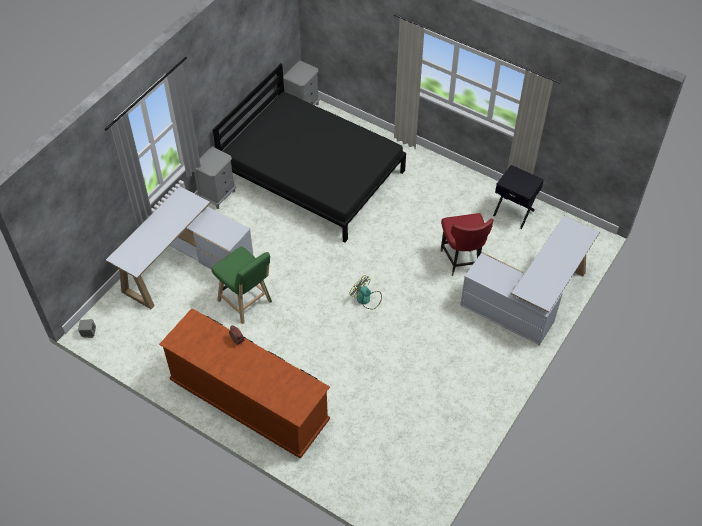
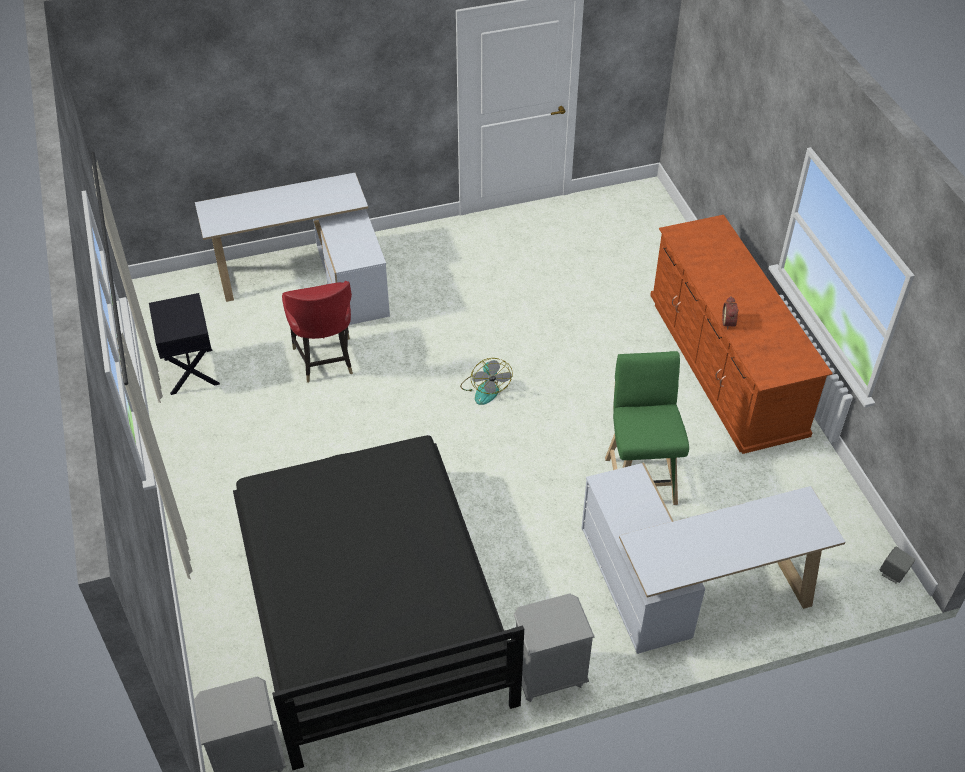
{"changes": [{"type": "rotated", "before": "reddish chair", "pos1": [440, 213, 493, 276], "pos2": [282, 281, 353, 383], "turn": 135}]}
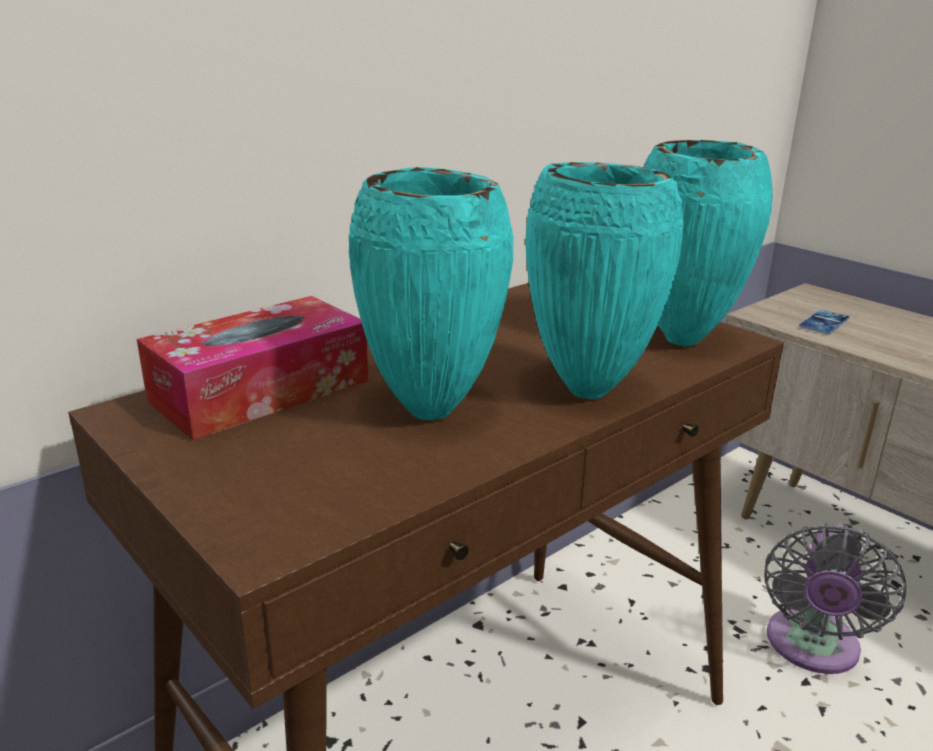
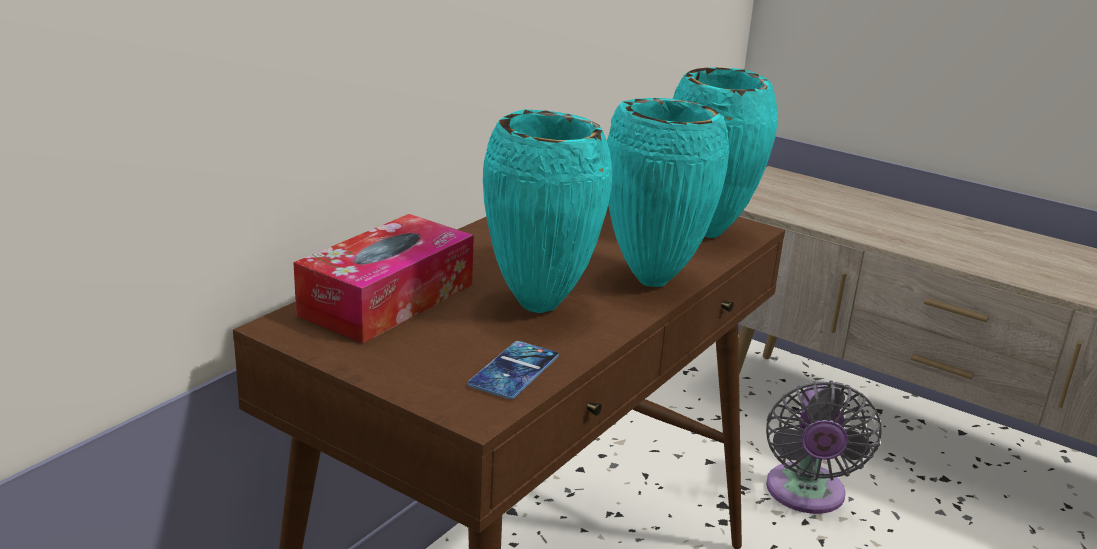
{"changes": [{"type": "shifted", "before": "telephone", "pos1": [799, 310, 850, 334], "pos2": [468, 341, 559, 399]}]}
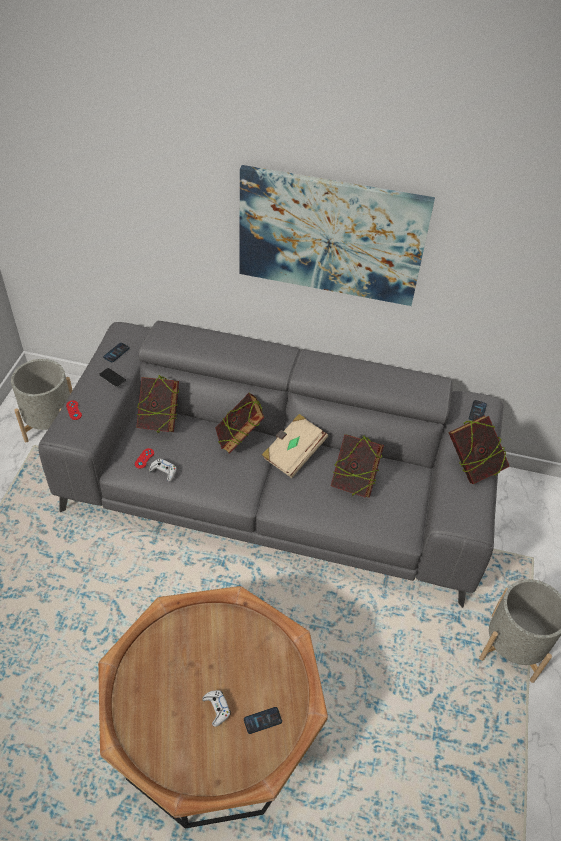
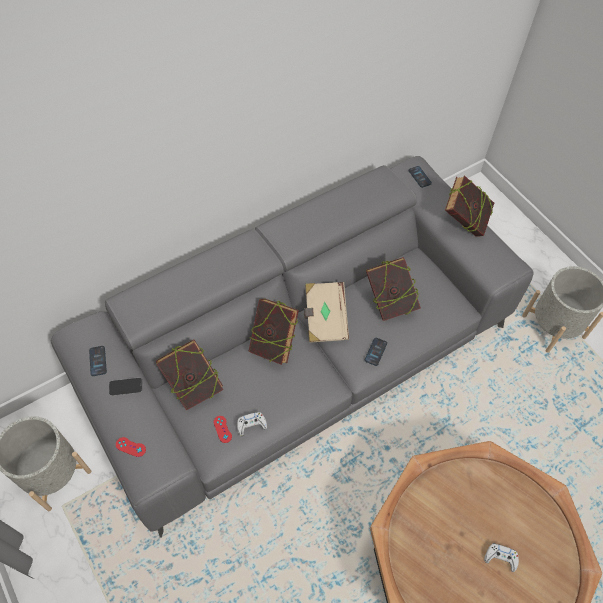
{"changes": [{"type": "gone", "before": "picture", "pos1": [240, 165, 435, 306]}, {"type": "shifted", "before": "telephone", "pos1": [244, 707, 282, 734], "pos2": [365, 338, 387, 366]}]}
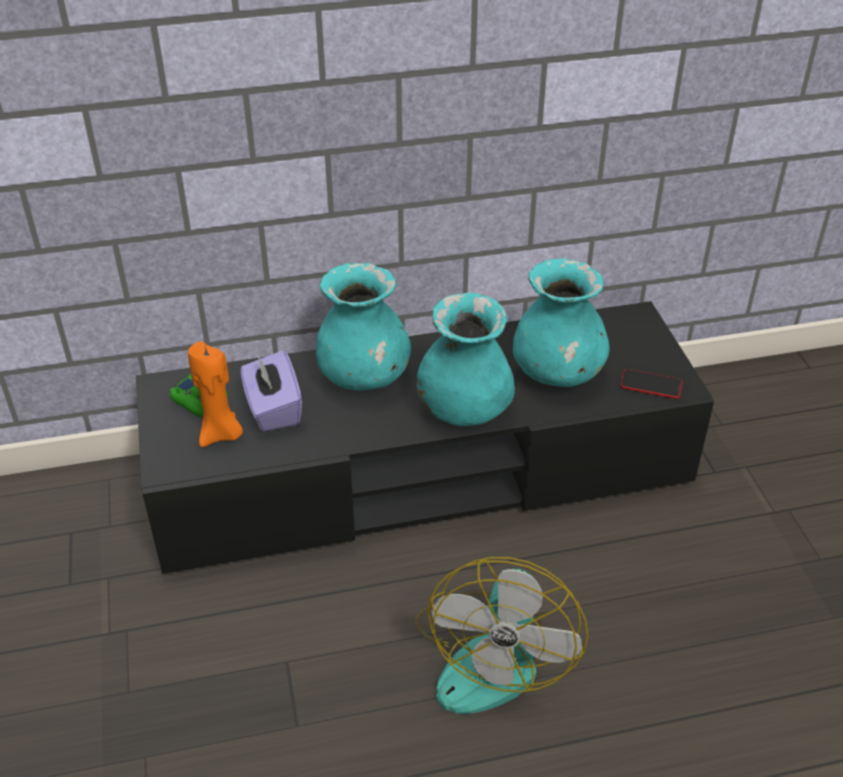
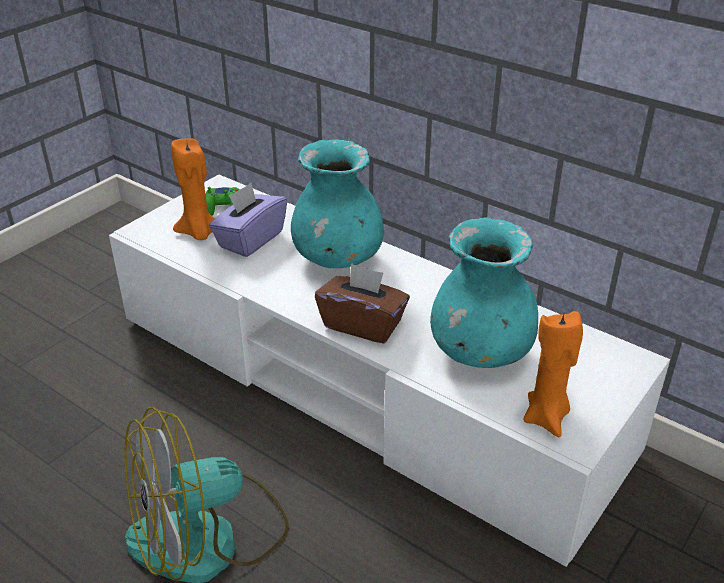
{"changes": [{"type": "repainted", "before": "black-coloured tv stand", "after": "white tv stand", "pos1": [136, 301, 714, 574], "pos2": [109, 174, 670, 567]}, {"type": "swapped", "before": "turquoise decorative vase", "after": "brown box of tissues", "pos1": [417, 293, 515, 426], "pos2": [315, 263, 410, 343]}, {"type": "swapped", "before": "telephone", "after": "orangey candle", "pos1": [620, 369, 683, 399], "pos2": [523, 311, 583, 437]}]}
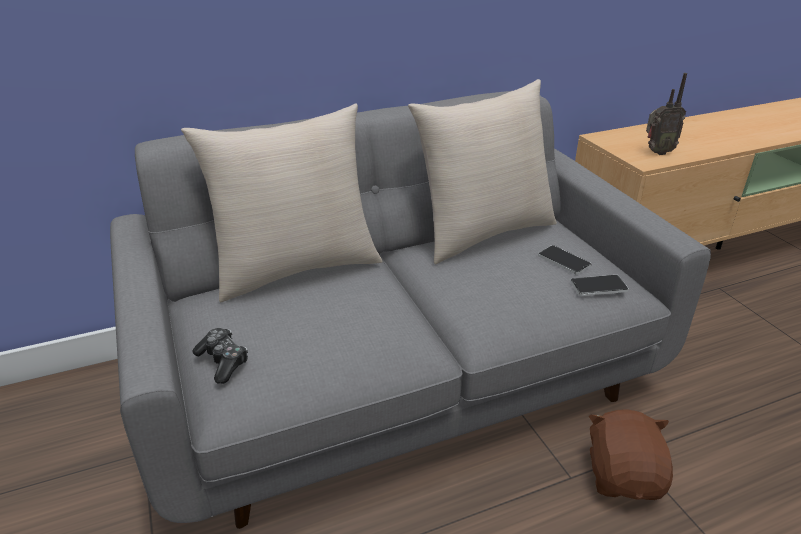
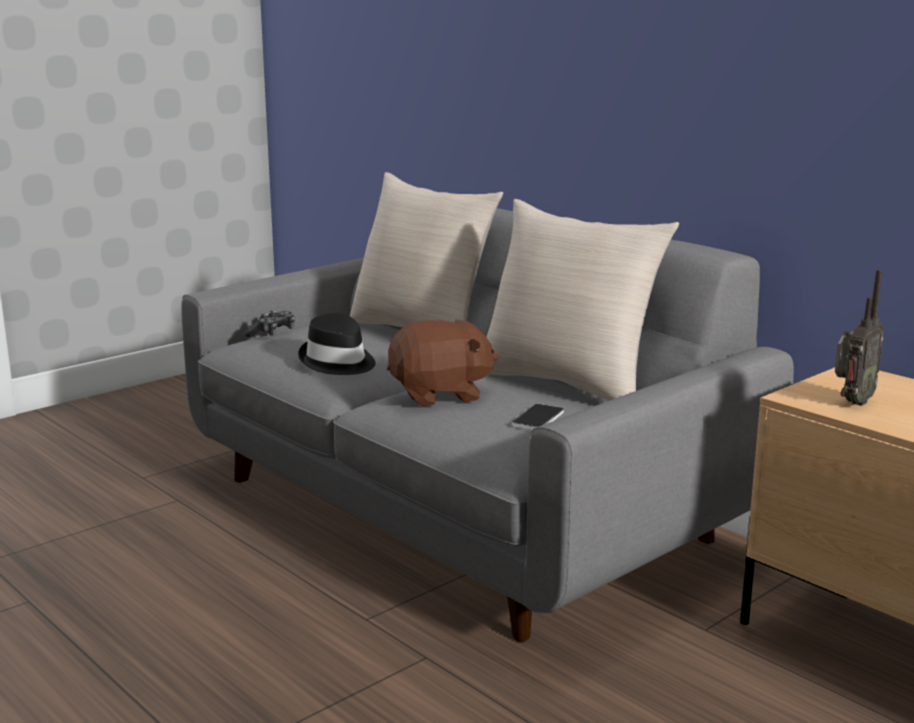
{"changes": [{"type": "gone", "before": "telephone", "pos1": [570, 275, 629, 296]}, {"type": "shifted", "before": "brown plush toy", "pos1": [589, 409, 673, 500], "pos2": [387, 319, 498, 406]}, {"type": "rotated", "before": "radio receiver", "pos1": [646, 73, 687, 155], "pos2": [835, 270, 884, 406], "turn": -105}, {"type": "new", "after": "black-coloured hat", "pos2": [298, 313, 376, 375]}]}
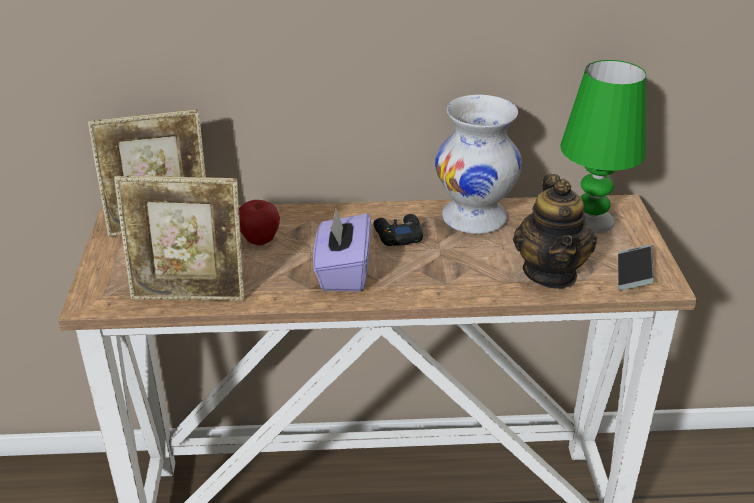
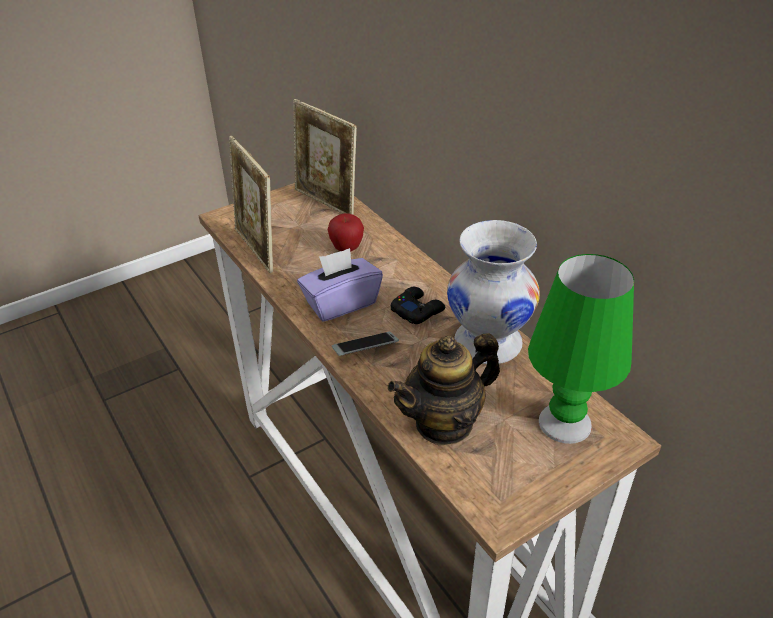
{"changes": [{"type": "shifted", "before": "telephone", "pos1": [618, 244, 654, 290], "pos2": [332, 332, 399, 356]}]}
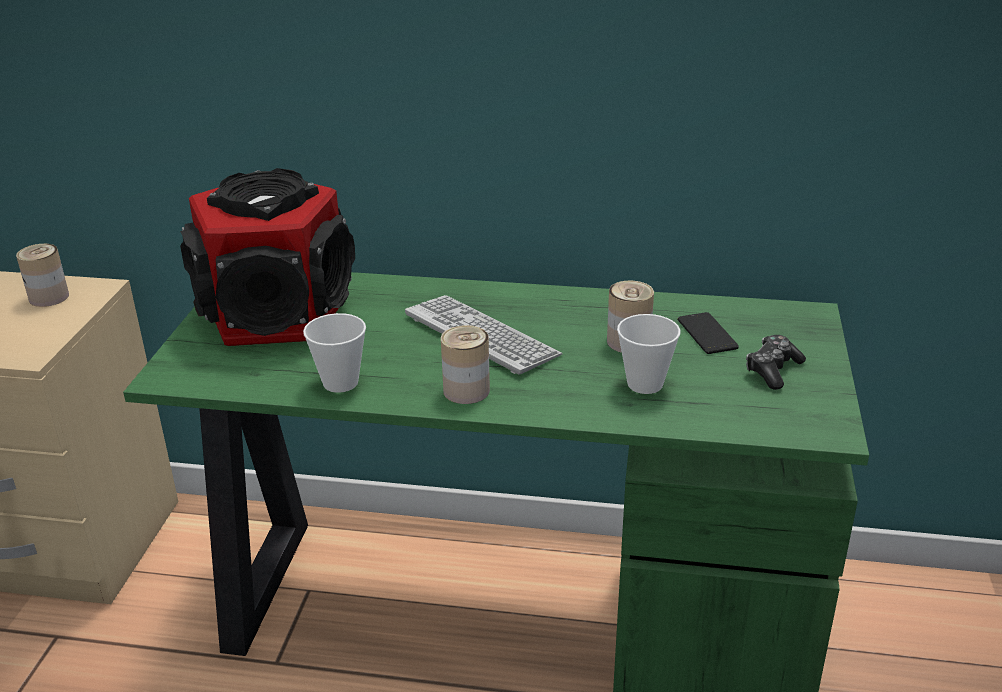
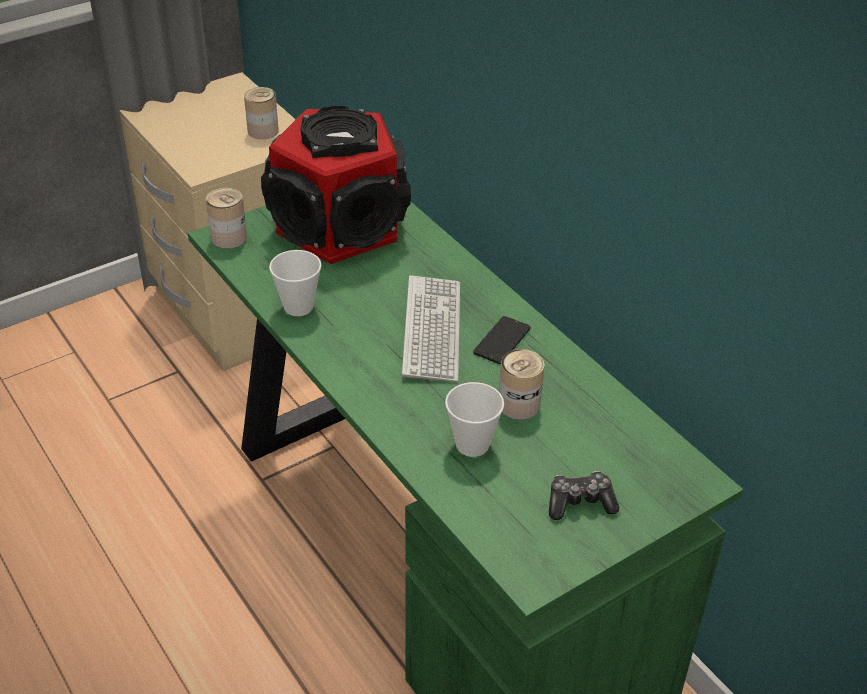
{"changes": [{"type": "shifted", "before": "can", "pos1": [441, 325, 490, 404], "pos2": [206, 188, 247, 249]}, {"type": "shifted", "before": "telephone", "pos1": [677, 312, 739, 354], "pos2": [473, 316, 531, 364]}]}
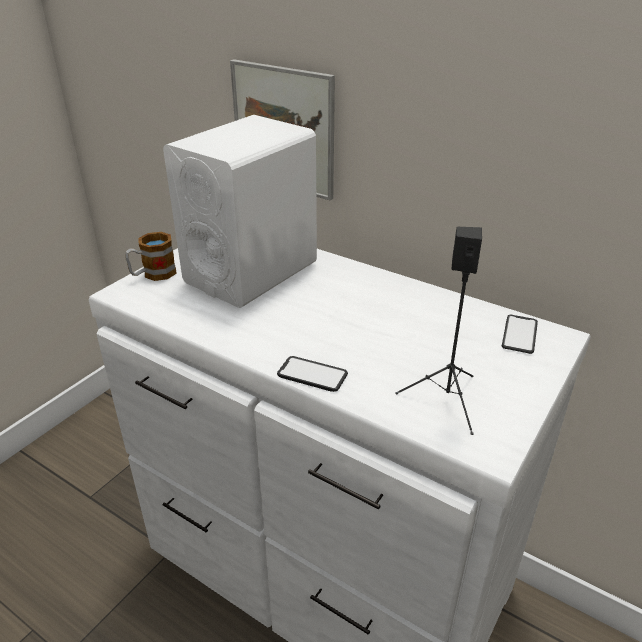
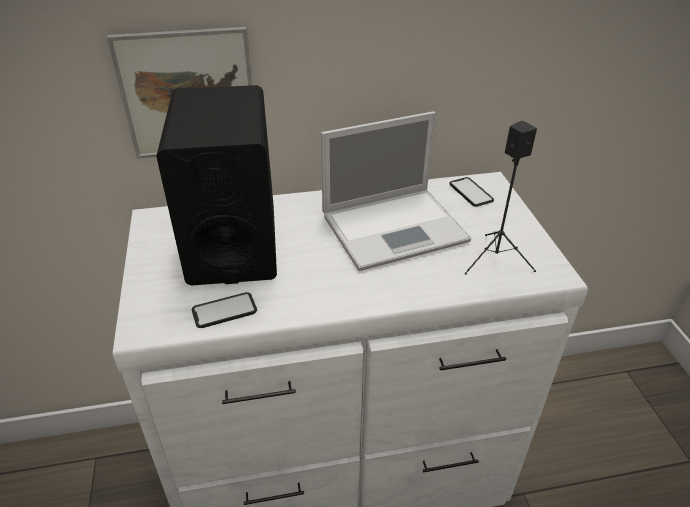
{"changes": [{"type": "gone", "before": "coffee mug", "pos1": [125, 232, 177, 281]}, {"type": "repainted", "before": "white loudspeaker", "after": "black-coloured loudspeaker", "pos1": [163, 115, 317, 308], "pos2": [156, 85, 277, 286]}, {"type": "shifted", "before": "telephone", "pos1": [277, 356, 348, 392], "pos2": [192, 292, 257, 328]}, {"type": "new", "after": "portable computer", "pos2": [321, 111, 472, 271]}]}
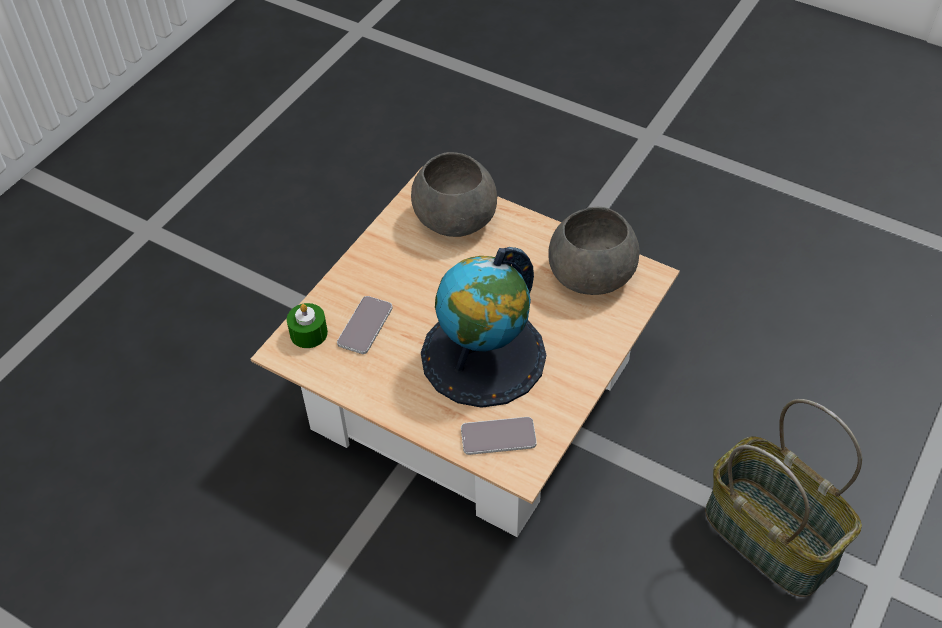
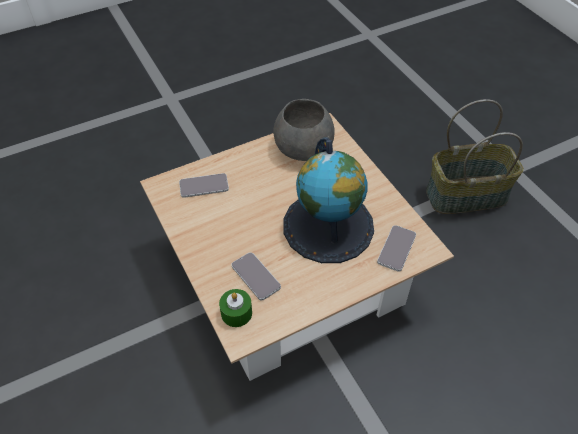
{"changes": [{"type": "swapped", "before": "greyish serving bowl", "after": "telephone", "pos1": [411, 152, 497, 237], "pos2": [179, 173, 229, 198]}]}
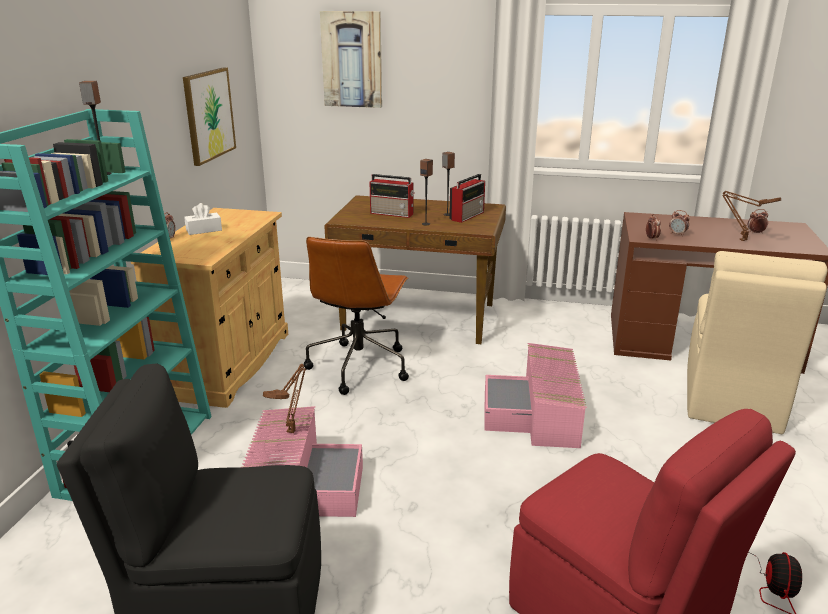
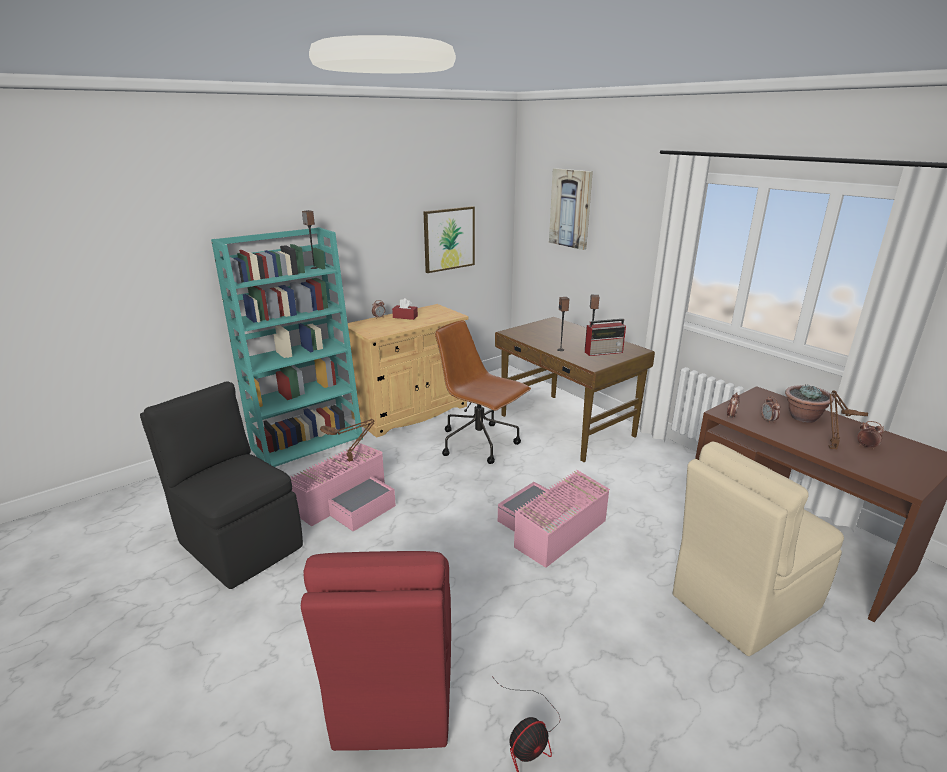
{"changes": [{"type": "repainted", "before": "white box of tissues", "after": "reddish box of tissues", "pos1": [184, 203, 222, 235], "pos2": [392, 298, 418, 320]}, {"type": "rotated", "before": "brown computer chair", "pos1": [304, 237, 409, 395], "pos2": [435, 320, 531, 464], "turn": 75}, {"type": "gone", "before": "radio receiver", "pos1": [369, 174, 414, 218]}, {"type": "new", "after": "plant in a pot", "pos2": [785, 385, 834, 423]}]}
